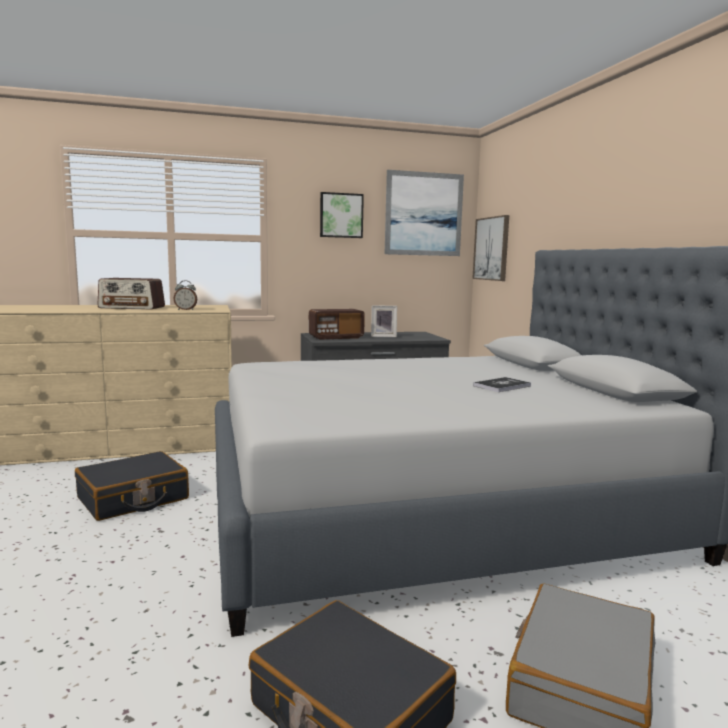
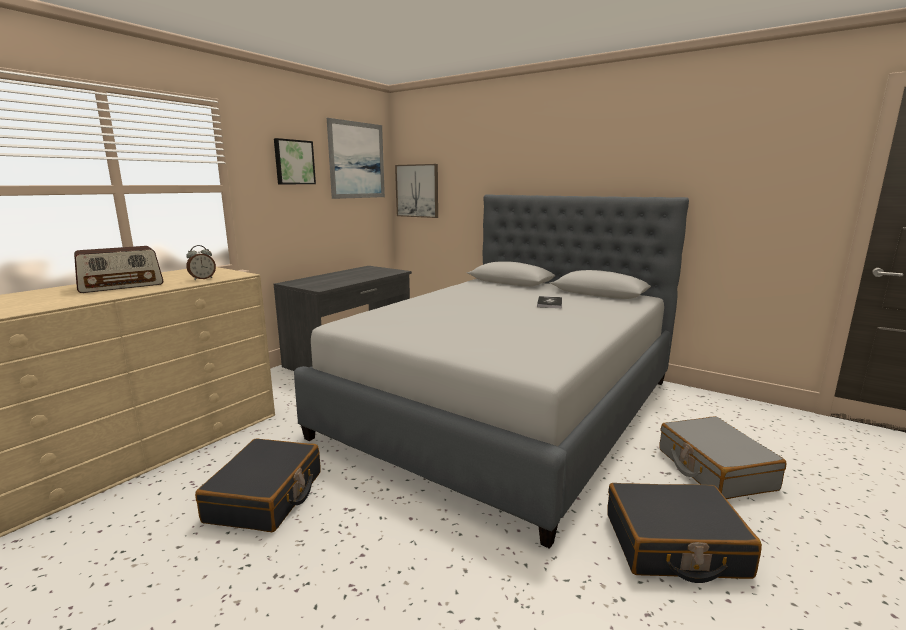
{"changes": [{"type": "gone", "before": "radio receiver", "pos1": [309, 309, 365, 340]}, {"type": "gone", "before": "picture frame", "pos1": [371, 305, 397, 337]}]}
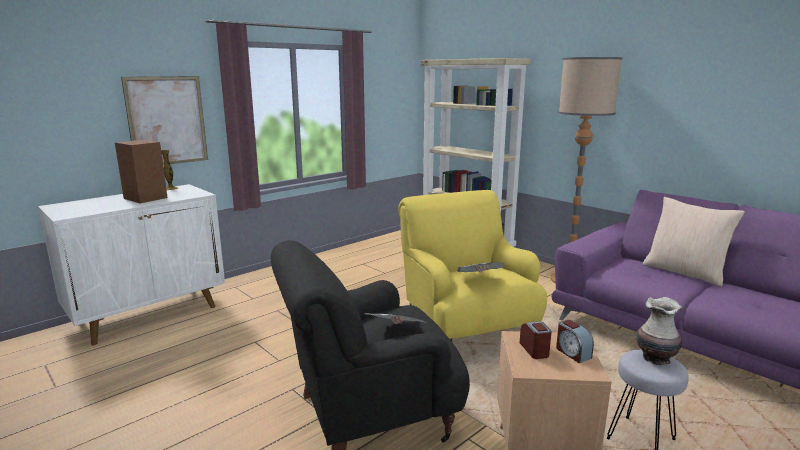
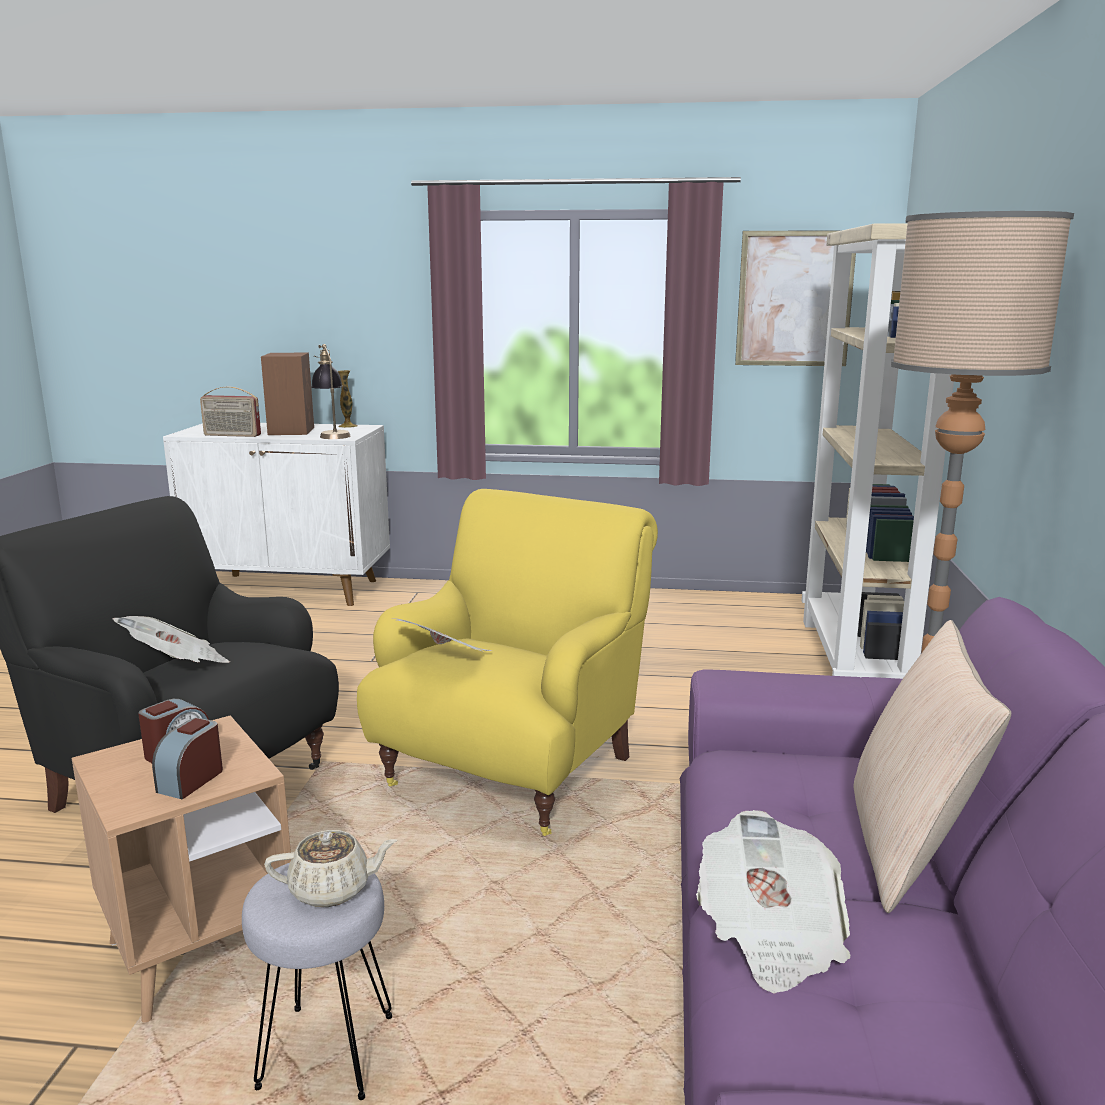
{"changes": [{"type": "shifted", "before": "picture", "pos1": [121, 76, 208, 165], "pos2": [735, 230, 856, 366]}, {"type": "swapped", "before": "decorative vase", "after": "beige teapot", "pos1": [636, 297, 683, 365], "pos2": [264, 830, 397, 907]}, {"type": "new", "after": "radio receiver", "pos2": [200, 387, 261, 437]}, {"type": "new", "after": "table lamp", "pos2": [311, 344, 351, 439]}, {"type": "new", "after": "daily paper", "pos2": [696, 810, 850, 994]}]}
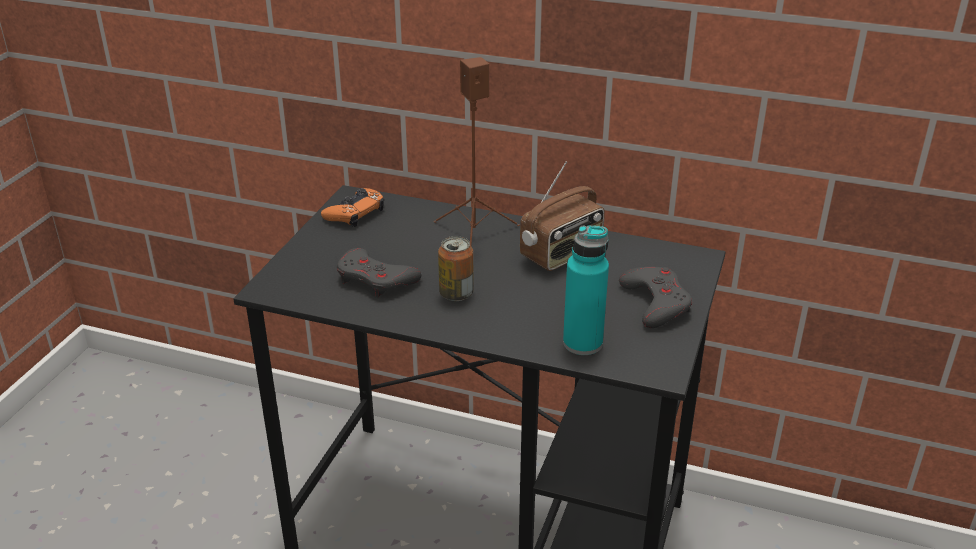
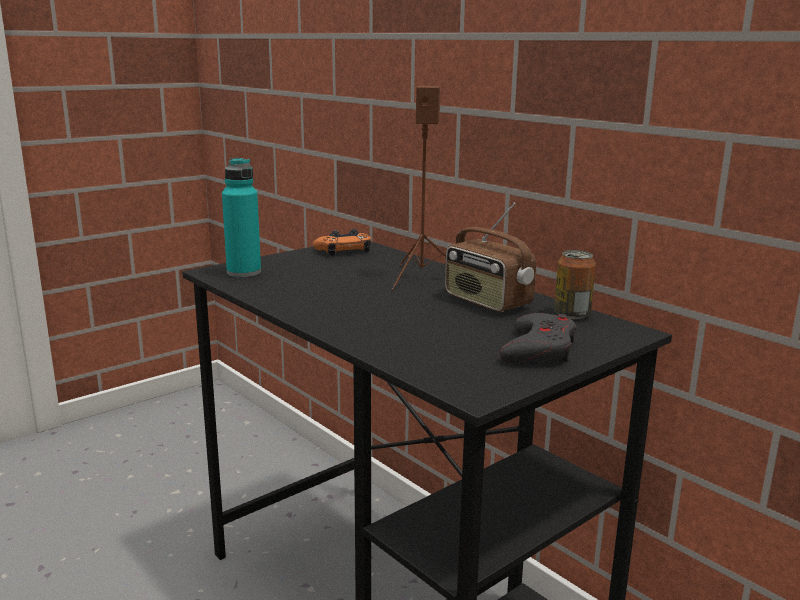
{"changes": [{"type": "gone", "before": "greyish joypad", "pos1": [337, 248, 421, 297]}, {"type": "shifted", "before": "can", "pos1": [438, 236, 474, 301], "pos2": [554, 250, 596, 319]}, {"type": "rotated", "before": "radio receiver", "pos1": [520, 162, 605, 271], "pos2": [445, 202, 536, 312], "turn": 60}, {"type": "shifted", "before": "turquoise bottle", "pos1": [563, 225, 609, 355], "pos2": [222, 158, 261, 277]}]}
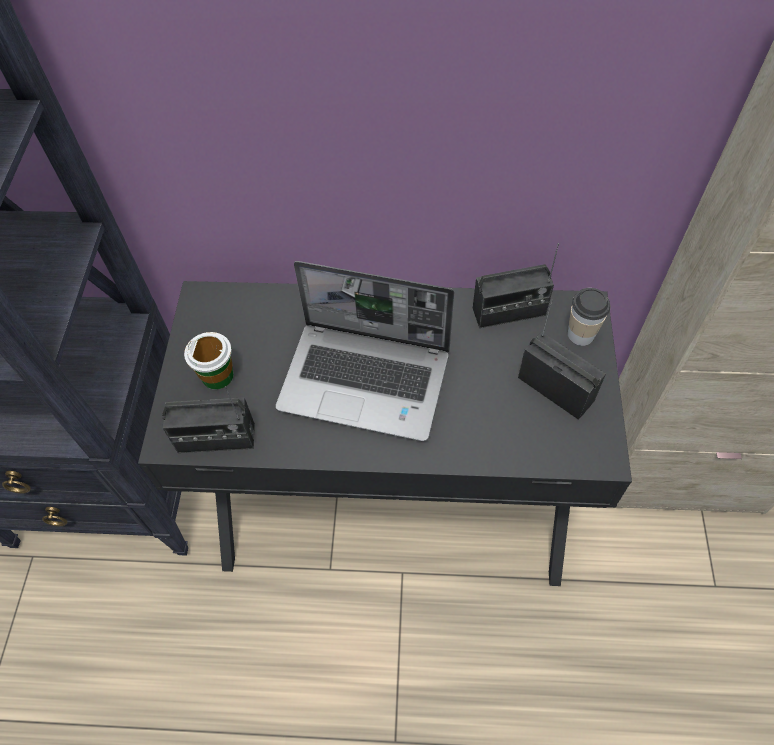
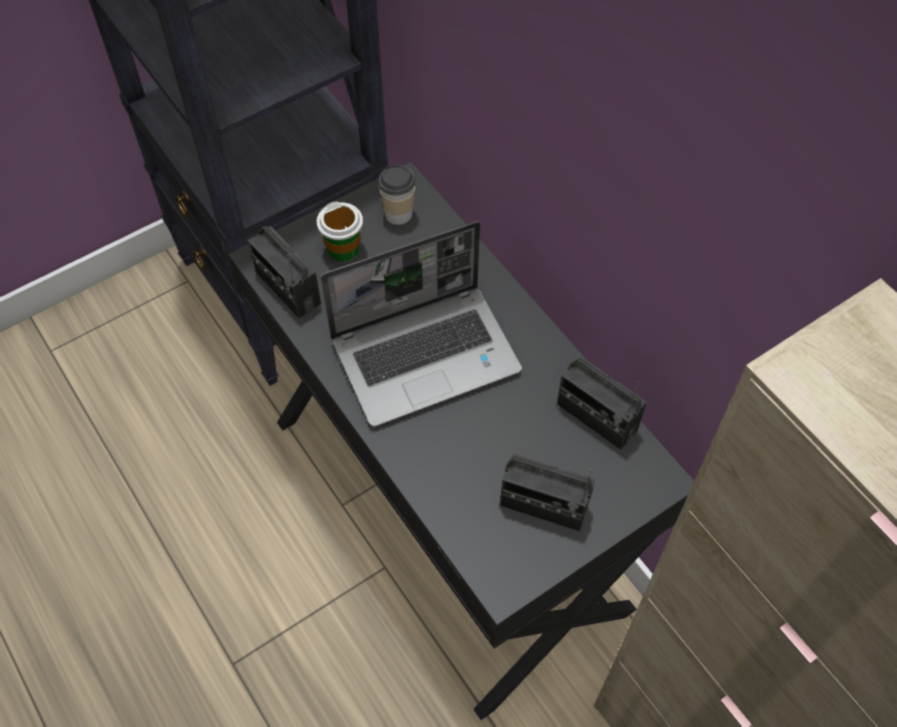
{"changes": [{"type": "rotated", "before": "portable computer", "pos1": [276, 261, 454, 441], "pos2": [321, 221, 522, 427], "turn": -90}, {"type": "rotated", "before": "radio receiver", "pos1": [518, 299, 606, 420], "pos2": [500, 453, 595, 532], "turn": 105}, {"type": "shifted", "before": "drinking cup", "pos1": [568, 288, 610, 346], "pos2": [378, 165, 415, 225]}]}
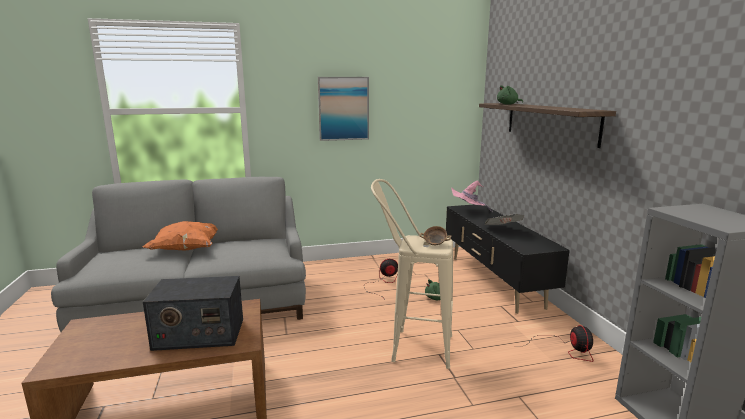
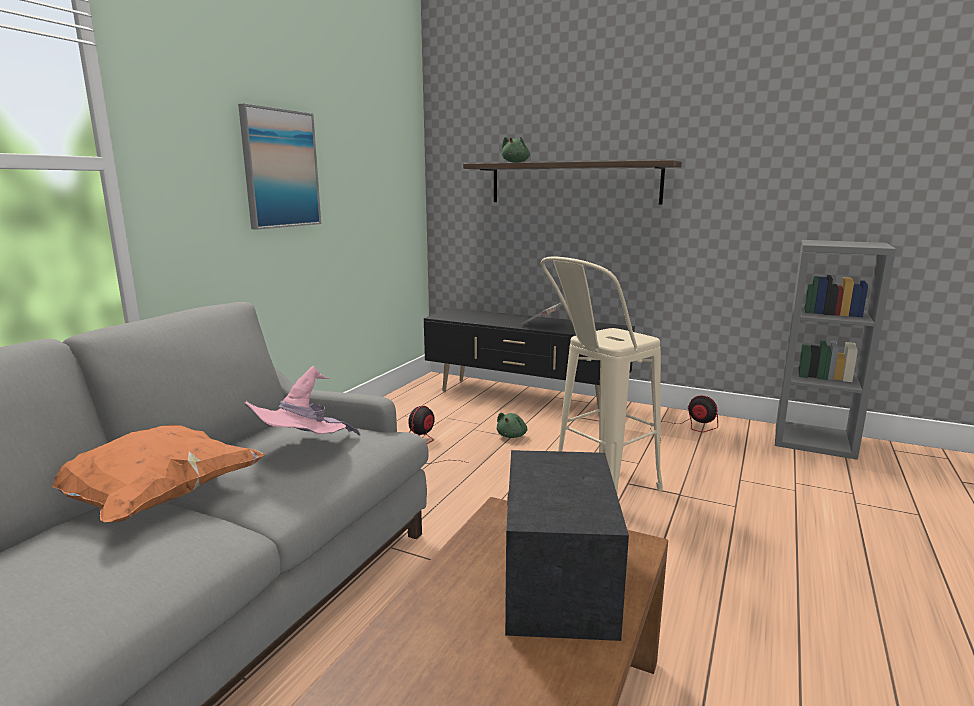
{"changes": [{"type": "rotated", "before": "radio receiver", "pos1": [143, 276, 243, 351], "pos2": [505, 450, 629, 641], "turn": 150}, {"type": "gone", "before": "serving bowl", "pos1": [420, 226, 451, 245]}, {"type": "shifted", "before": "pinkish hat", "pos1": [451, 180, 493, 212], "pos2": [244, 366, 361, 435]}]}
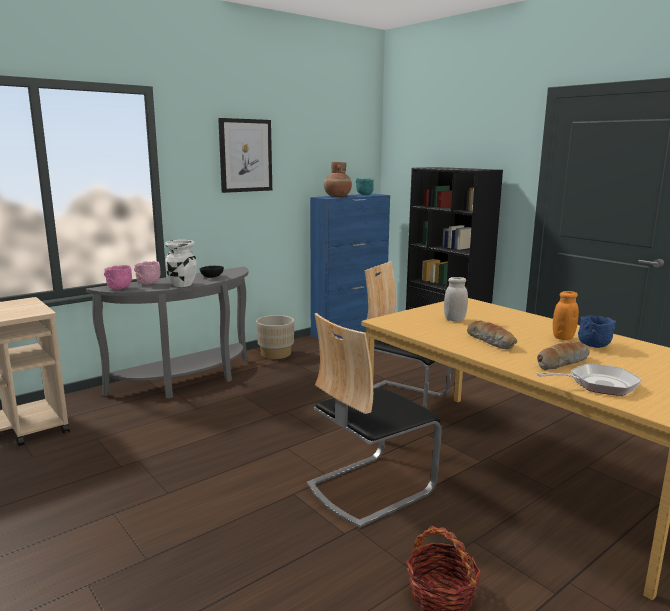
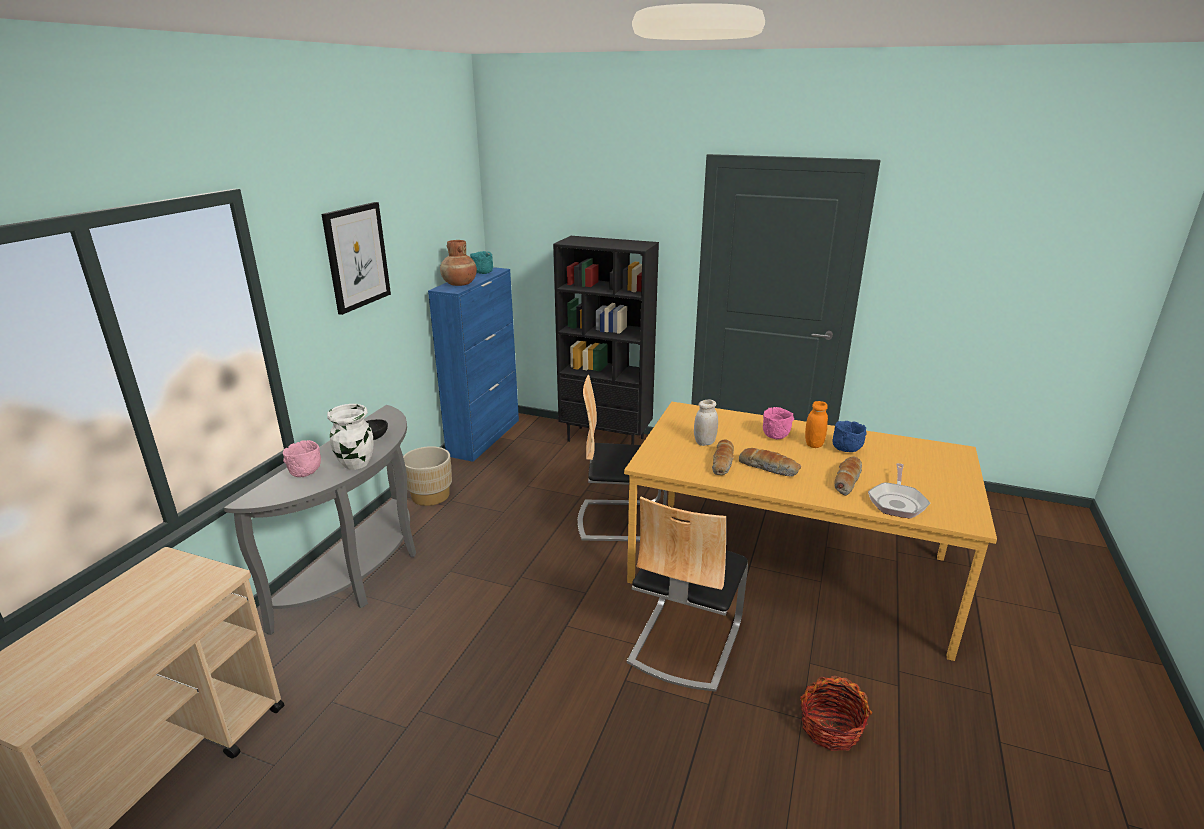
{"changes": [{"type": "shifted", "before": "pinkish serving bowl", "pos1": [104, 265, 132, 290], "pos2": [763, 407, 794, 439]}, {"type": "rotated", "before": "frying pan", "pos1": [536, 363, 642, 396], "pos2": [868, 463, 930, 519], "turn": 150}, {"type": "new", "after": "baked bread", "pos2": [712, 440, 734, 475]}]}
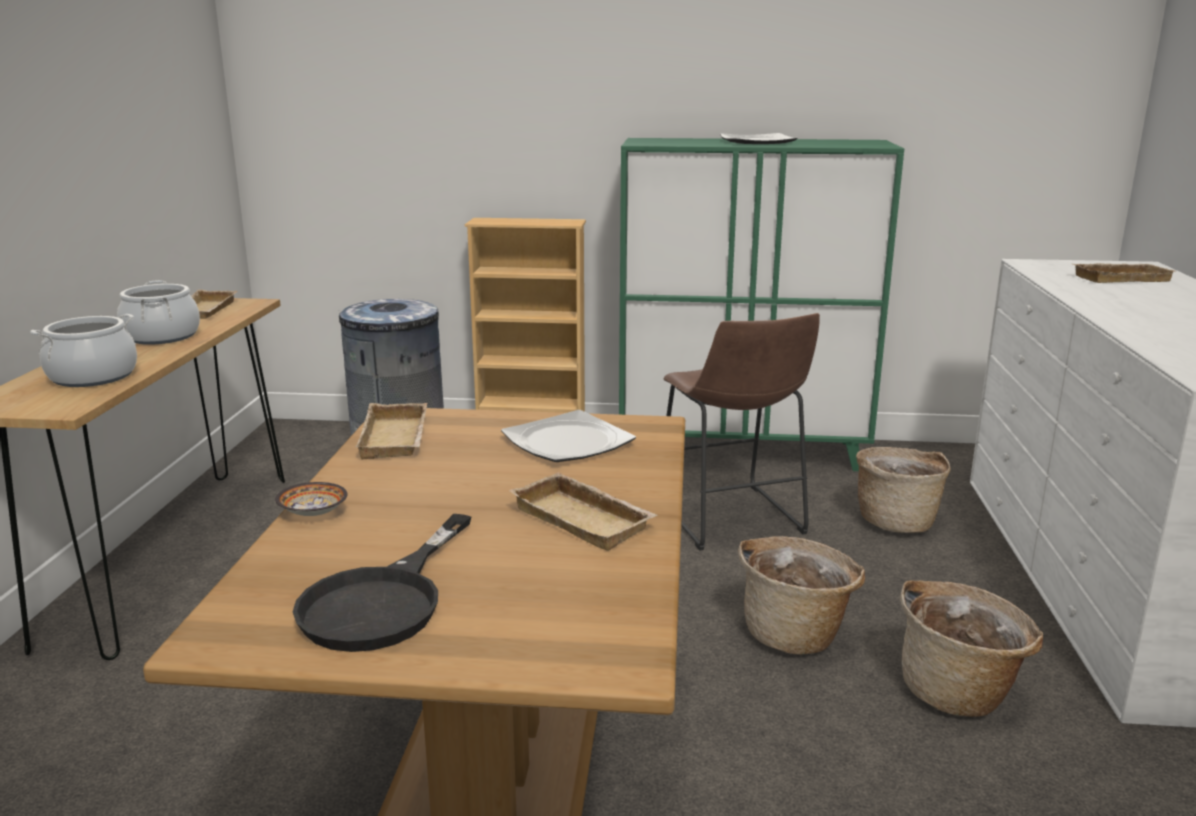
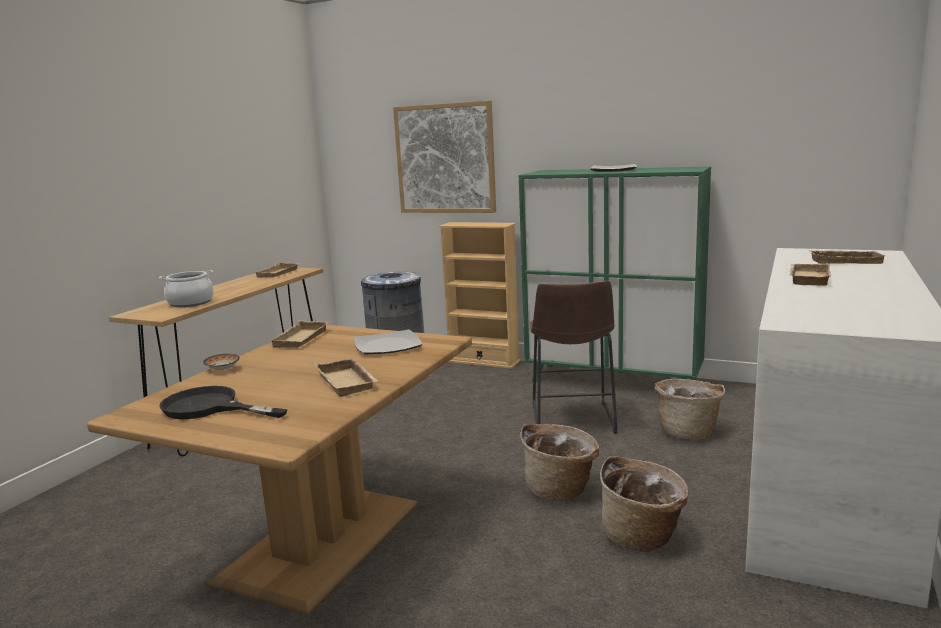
{"changes": [{"type": "gone", "before": "stockpot", "pos1": [117, 280, 200, 345]}, {"type": "rotated", "before": "black-coloured frying pan", "pos1": [293, 514, 471, 652], "pos2": [160, 386, 287, 419], "turn": 75}, {"type": "new", "after": "picture", "pos2": [393, 101, 496, 213]}, {"type": "new", "after": "beige carrying tray", "pos2": [790, 264, 831, 286]}]}
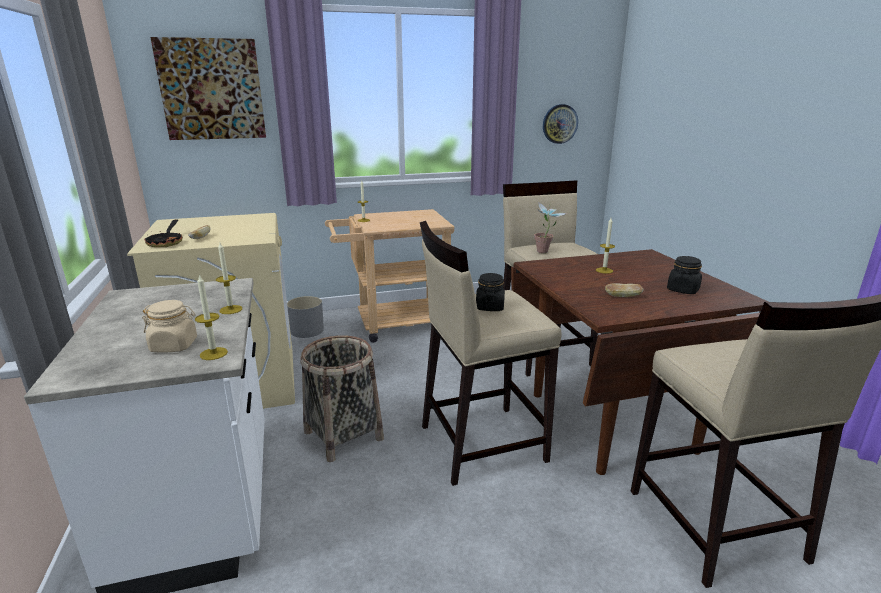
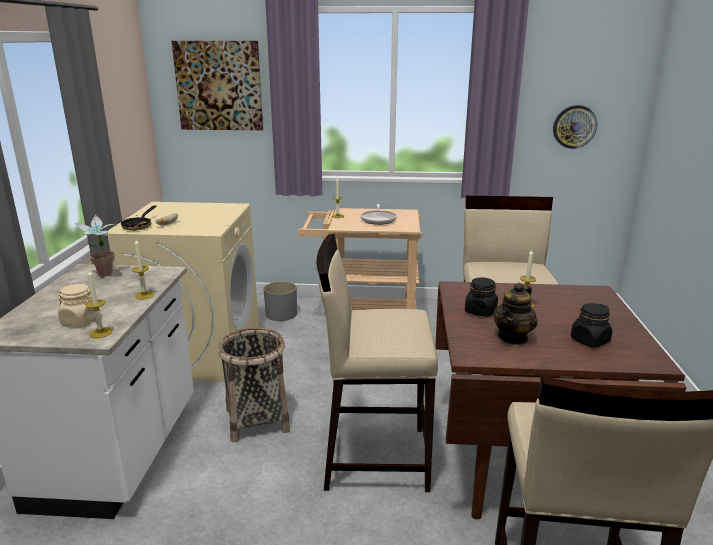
{"changes": [{"type": "shifted", "before": "black-coloured storage jar", "pos1": [476, 273, 505, 311], "pos2": [465, 277, 498, 317]}, {"type": "shifted", "before": "plant in a pot", "pos1": [534, 202, 567, 253], "pos2": [75, 214, 115, 276]}, {"type": "swapped", "before": "baked bread", "after": "teapot", "pos1": [605, 283, 644, 297], "pos2": [493, 283, 538, 345]}, {"type": "new", "after": "frying pan", "pos2": [361, 204, 397, 225]}]}
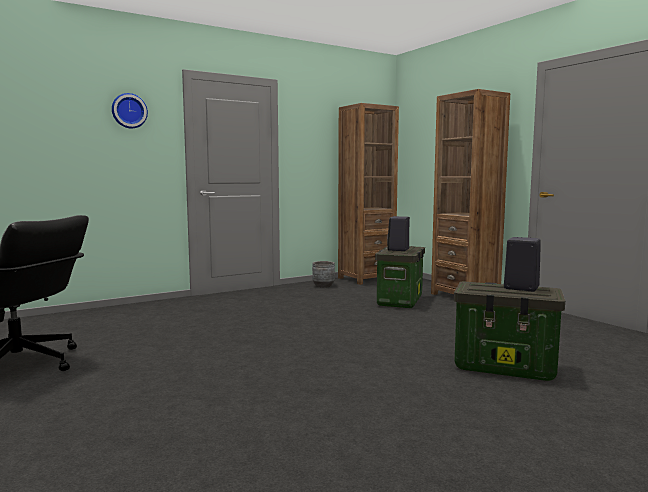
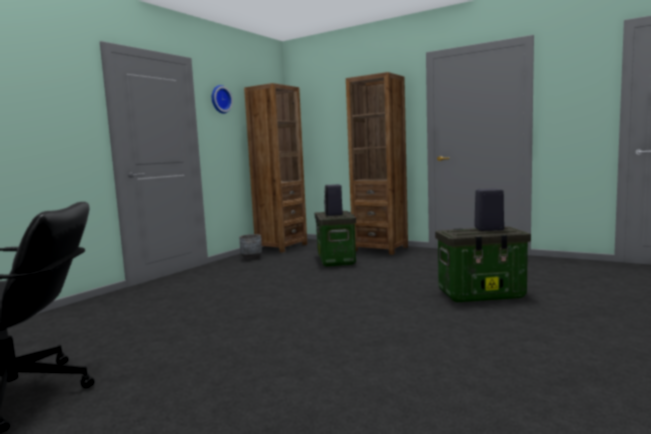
{"changes": [{"type": "shifted", "before": "clock on the wall", "pos1": [112, 93, 148, 128], "pos2": [212, 85, 233, 114]}]}
